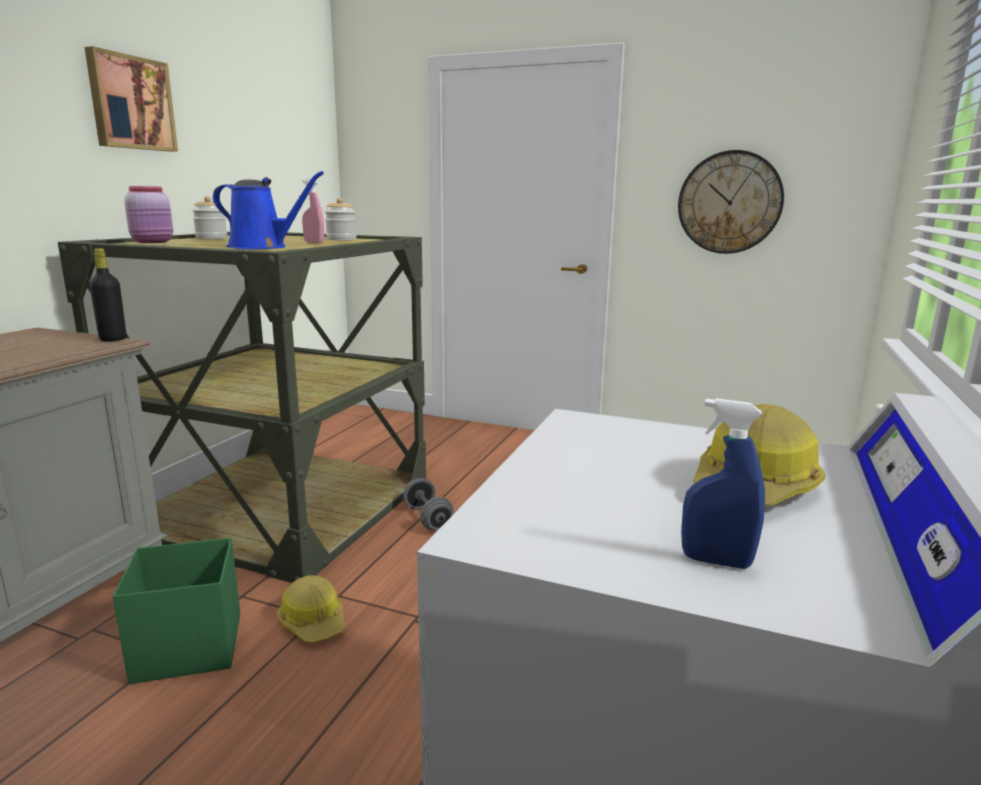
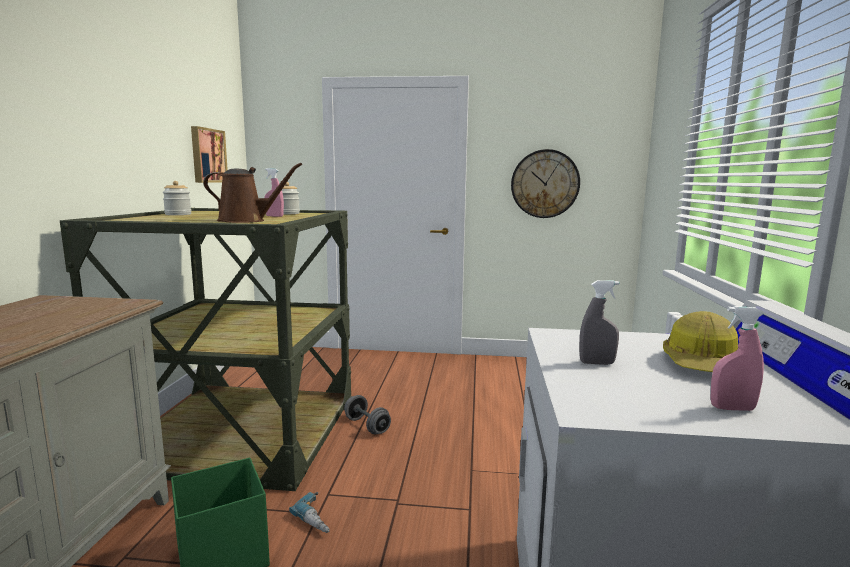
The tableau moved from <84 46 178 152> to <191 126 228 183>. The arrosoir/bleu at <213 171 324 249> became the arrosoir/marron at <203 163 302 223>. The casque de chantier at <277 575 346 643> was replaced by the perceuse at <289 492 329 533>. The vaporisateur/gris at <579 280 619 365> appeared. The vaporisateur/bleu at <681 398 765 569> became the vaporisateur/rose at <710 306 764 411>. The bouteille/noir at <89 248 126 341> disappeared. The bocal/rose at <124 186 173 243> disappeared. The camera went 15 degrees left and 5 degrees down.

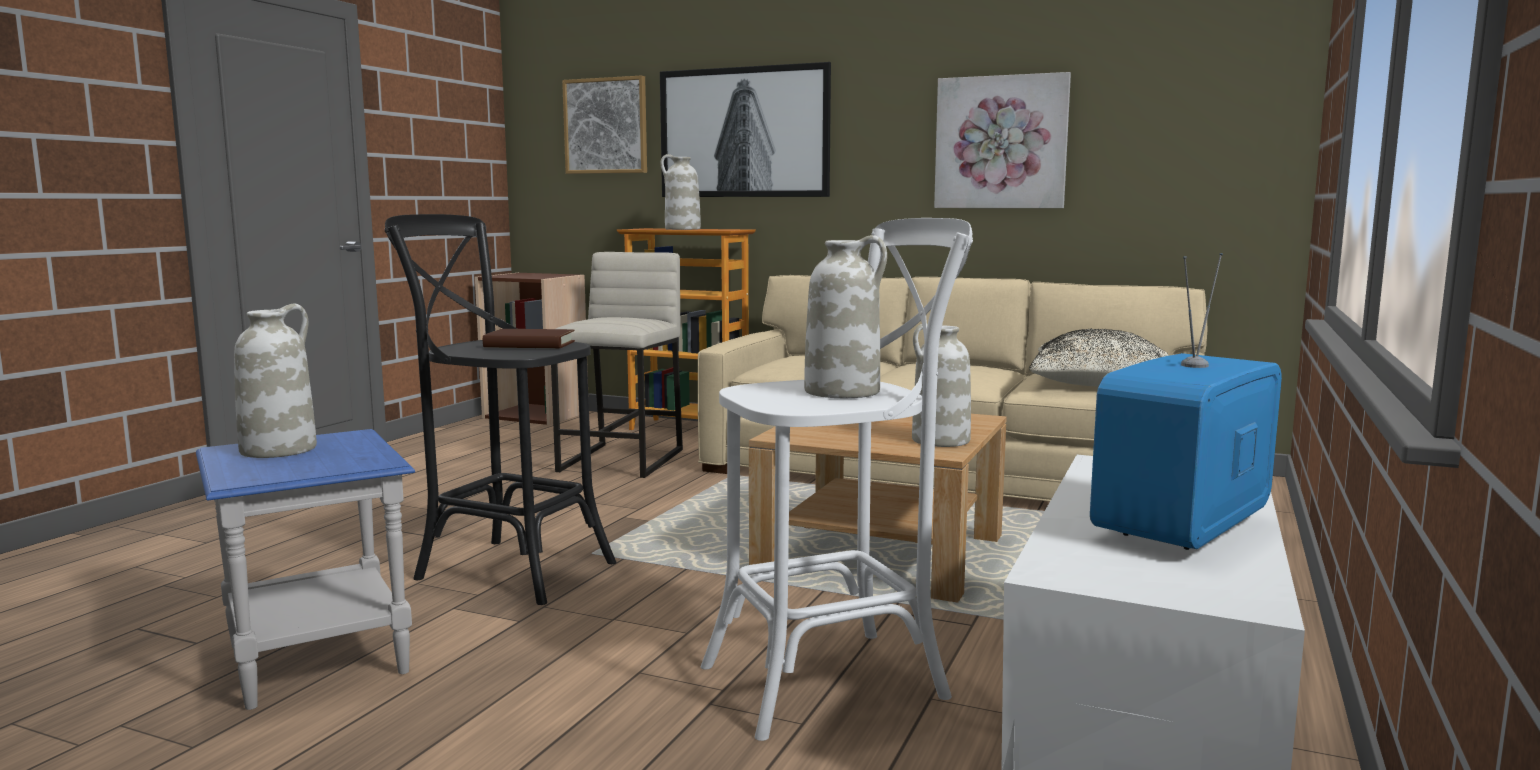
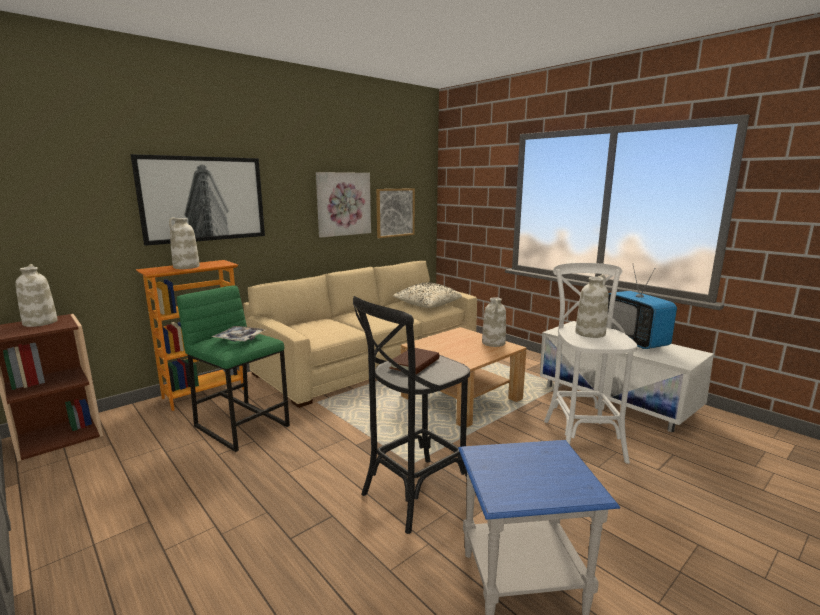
The vase/blanc moved from <234 304 317 458> to <15 264 58 327>. The tabouret/beige at <551 252 683 478> became the tabouret/vert at <177 286 290 452>. The plateau at <212 326 267 342> appeared. The tableau moved from <562 75 647 174> to <376 188 415 238>. The camera went 65 degrees left and 5 degrees up.

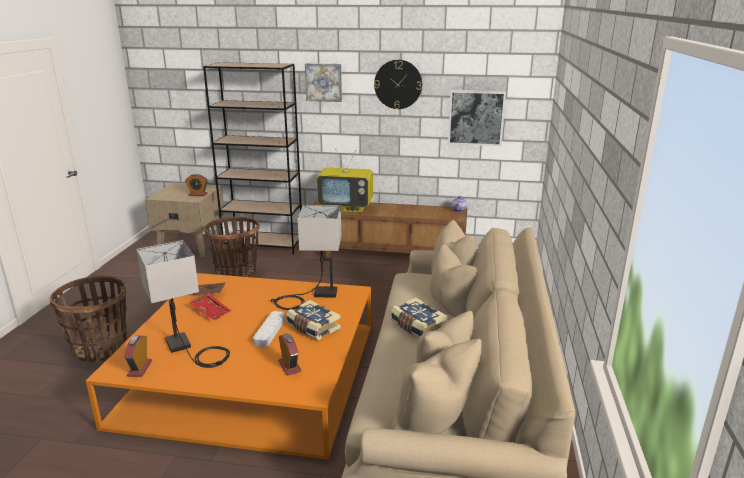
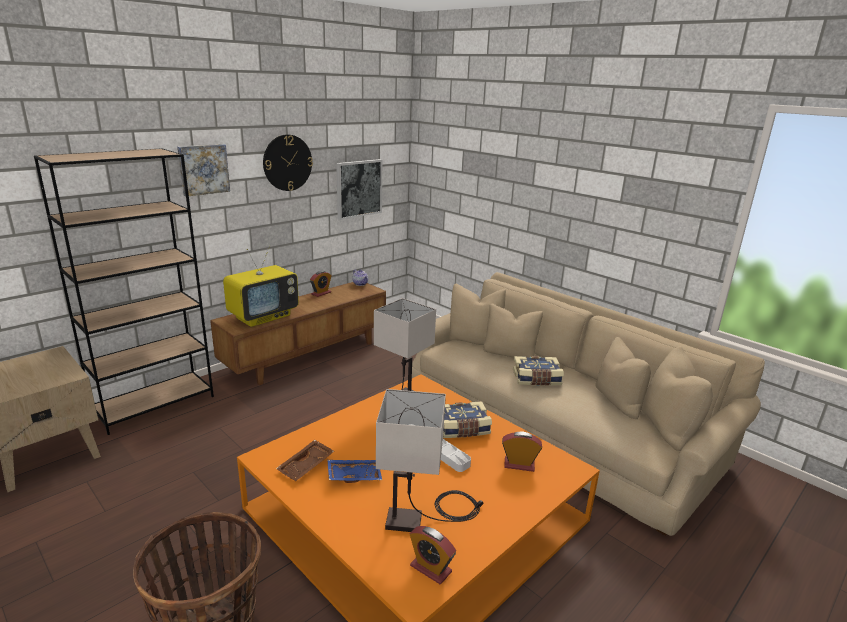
The réveil moved from <185 174 208 196> to <310 271 332 297>. The plateau/rouge at <189 294 232 320> became the plateau/bleu at <328 460 382 483>. The panier at <204 217 260 277> disappeared. The camera went 55 degrees left and 0 degrees up.

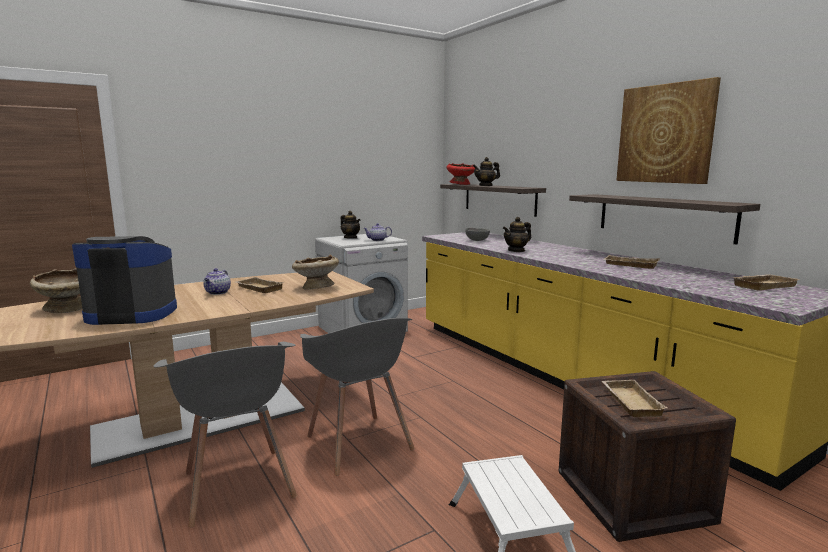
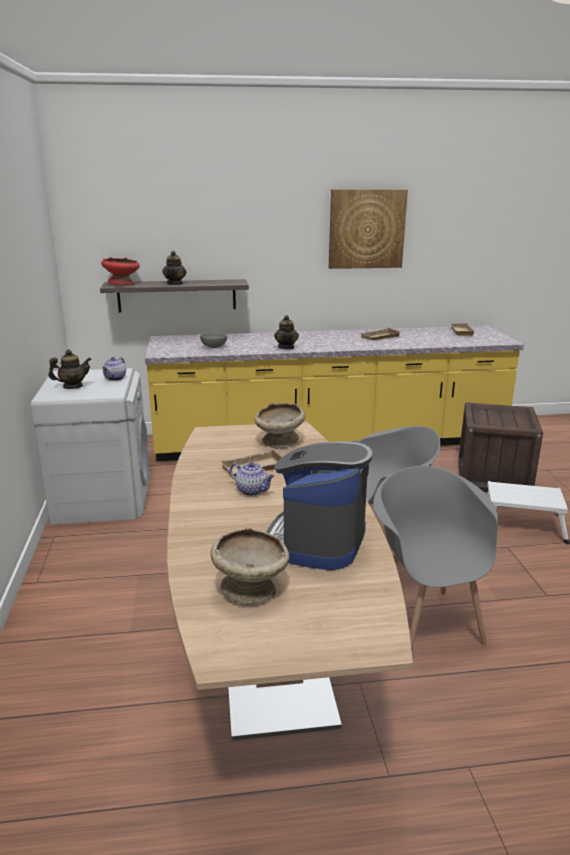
The chaise/gris at <154 342 297 528> turned 105 degrees counterclockwise. The étagère at <569 194 760 245> disappeared. The plateau/beige at <602 380 668 417> disappeared. The camera went 65 degrees left and 10 degrees up.

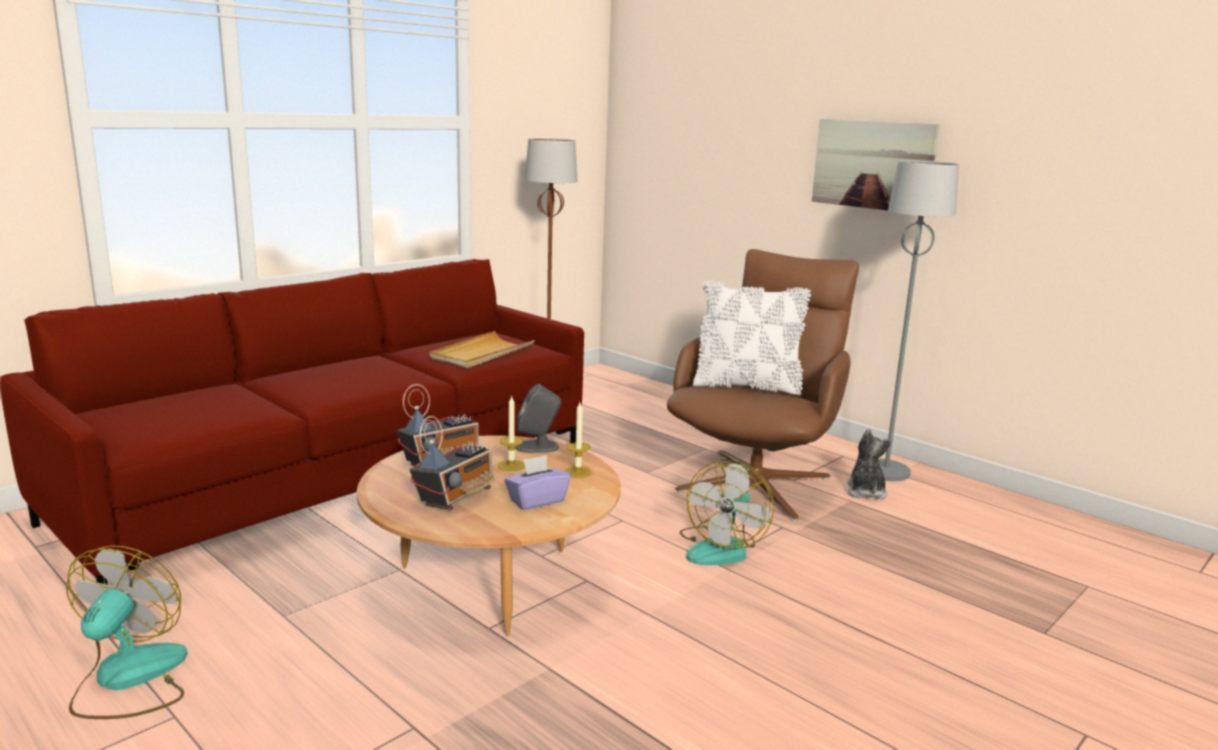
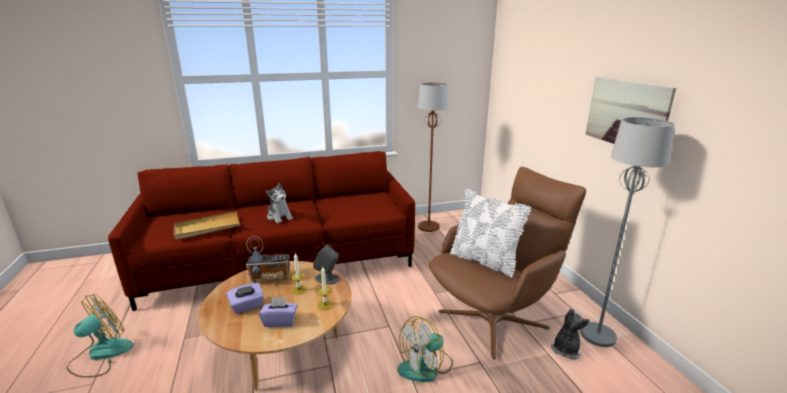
The plateau/beige moved from <430 331 535 368> to <174 211 240 239>. The radio at <410 416 495 510> was replaced by the boîte à mouchoirs/violet at <226 283 264 314>. The peluche at <266 183 293 223> appeared. The camera went 30 degrees right and 5 degrees up.

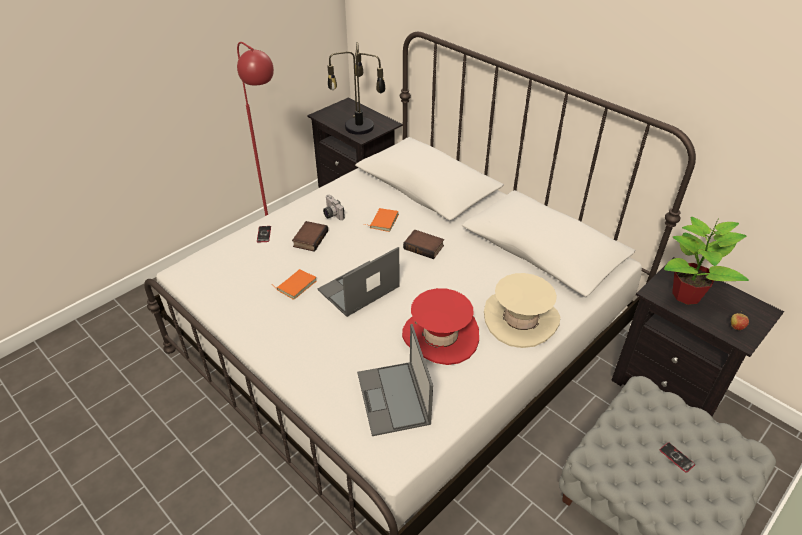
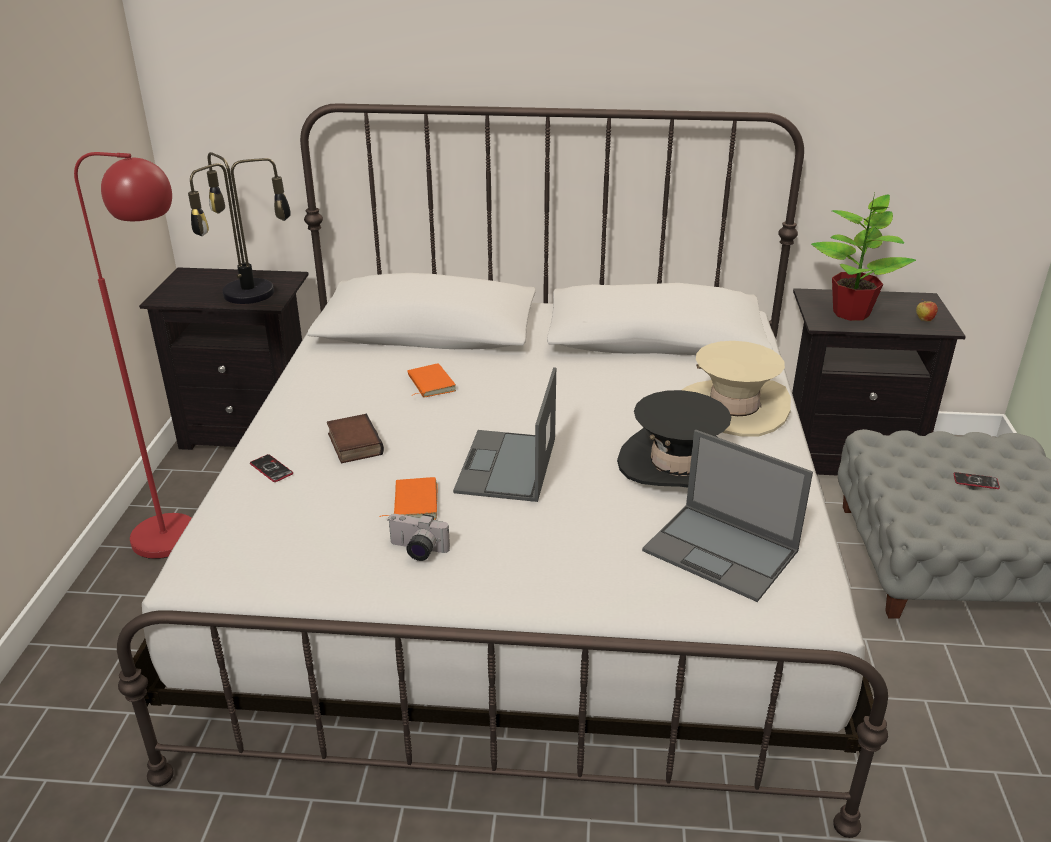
The appareil photo moved from <323 195 345 220> to <387 514 450 561>. The chapeau/rouge at <402 288 479 365> became the chapeau/noir at <617 390 731 487>. The livre at <403 230 444 259> disappeared. The camera went 40 degrees left and 10 degrees down.

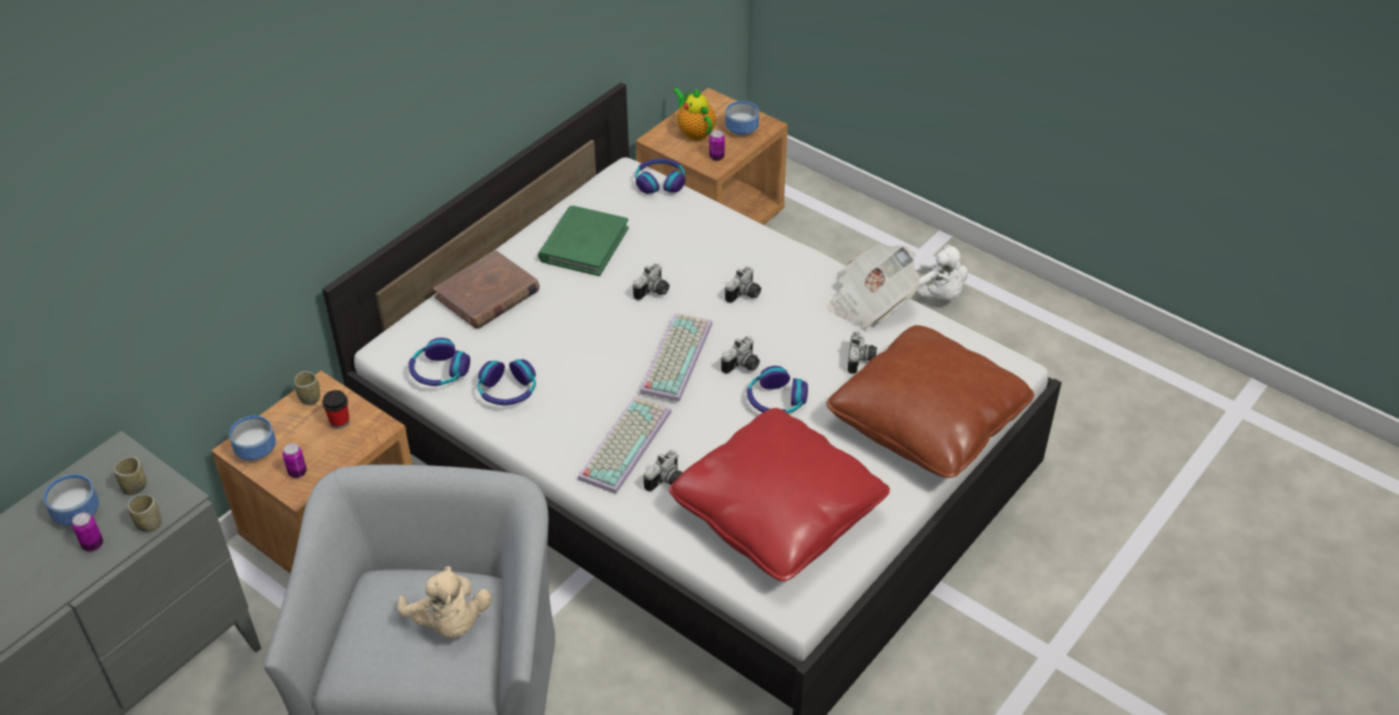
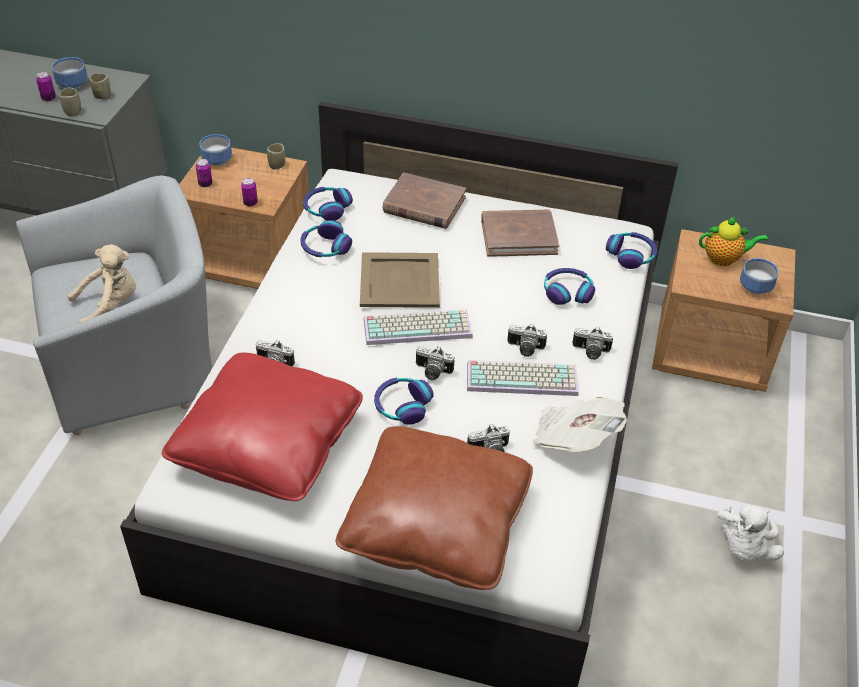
The peluche/beige at <397 566 492 638> turned 150 degrees counterclockwise. The boîte métallique moved from <709 130 725 161> to <241 178 258 207>. The plateau/beige at <360 252 440 308> appeared. The clavier moved from <578 396 672 494> to <467 360 579 396>. The livre/vert at <538 206 629 276> became the livre/marron at <481 210 559 257>. The casque audio at <544 268 595 305> appeared. The appareil photo moved from <633 263 669 300> to <572 326 613 360>. The théière at <673 88 716 141> turned 60 degrees clockwise. The tasse at <322 390 349 429> disappeared. The camera went 65 degrees right and 0 degrees up.

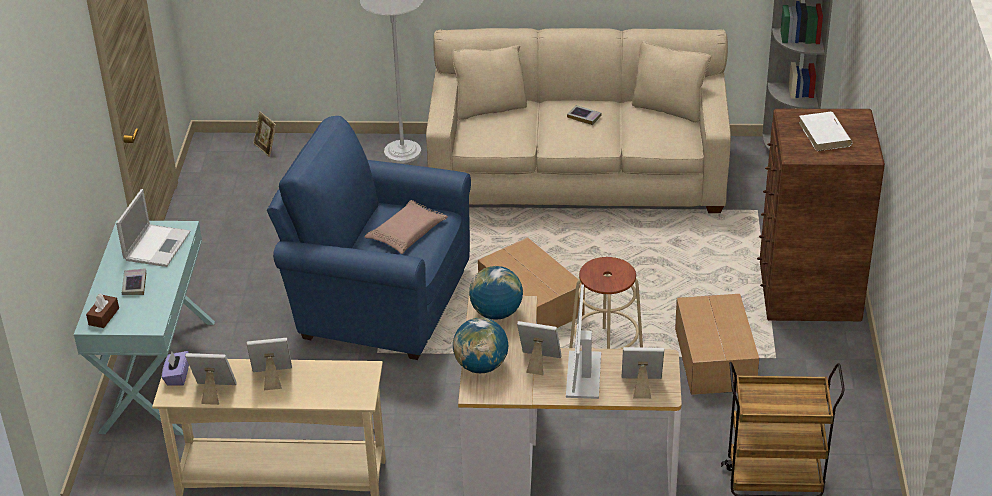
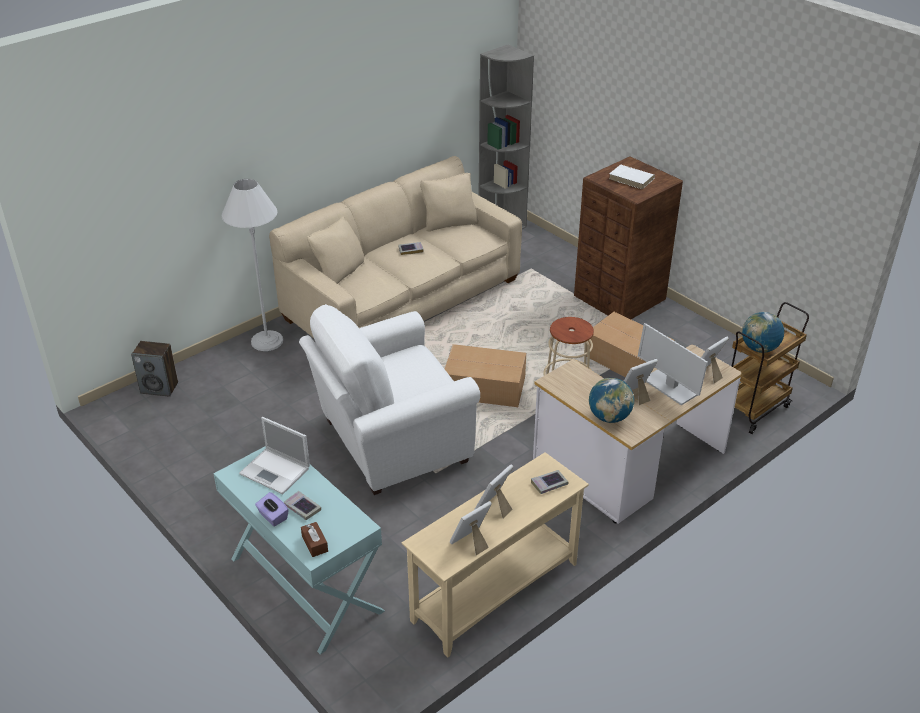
The cadre photo at <253 111 276 157> was replaced by the enceinte at <131 341 178 397>. The ordinateur portable at <116 189 190 267> turned 150 degrees clockwise. The boîte à mouchoirs/violet moved from <162 351 189 386> to <255 492 289 527>. The fauteuil/bleu at <267 116 471 360> became the fauteuil/blanc at <299 304 480 495>. The livre at <531 470 568 494> appeared. The globe moved from <469 266 523 320> to <742 312 784 353>. The coussin/beige at <364 200 448 254> disappeared. The camera went 45 degrees left and 0 degrees up.

